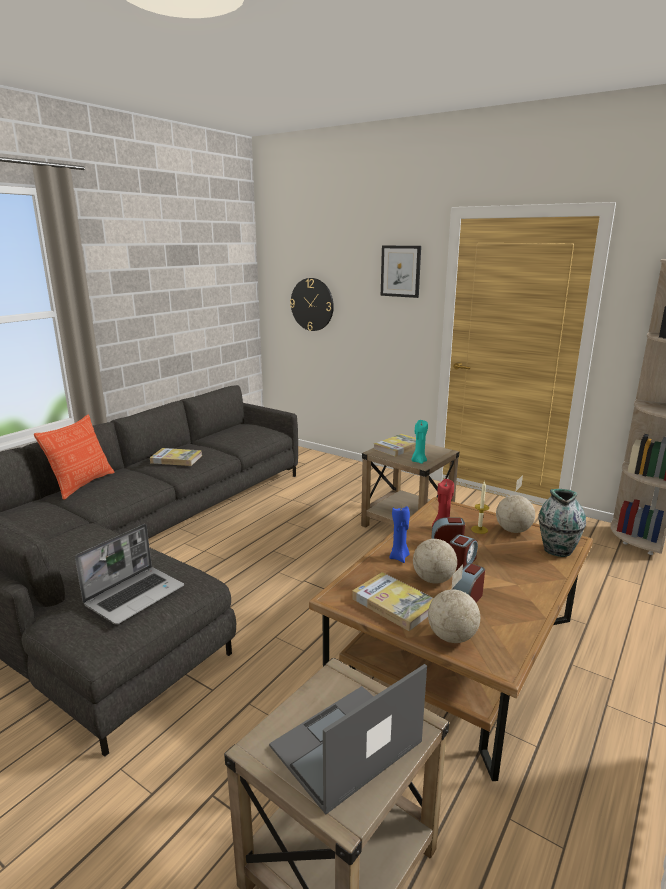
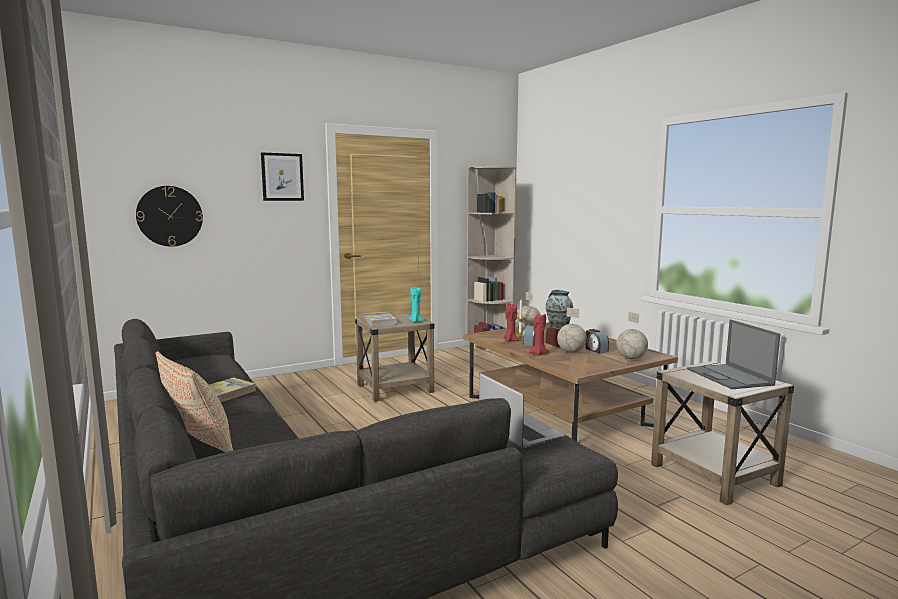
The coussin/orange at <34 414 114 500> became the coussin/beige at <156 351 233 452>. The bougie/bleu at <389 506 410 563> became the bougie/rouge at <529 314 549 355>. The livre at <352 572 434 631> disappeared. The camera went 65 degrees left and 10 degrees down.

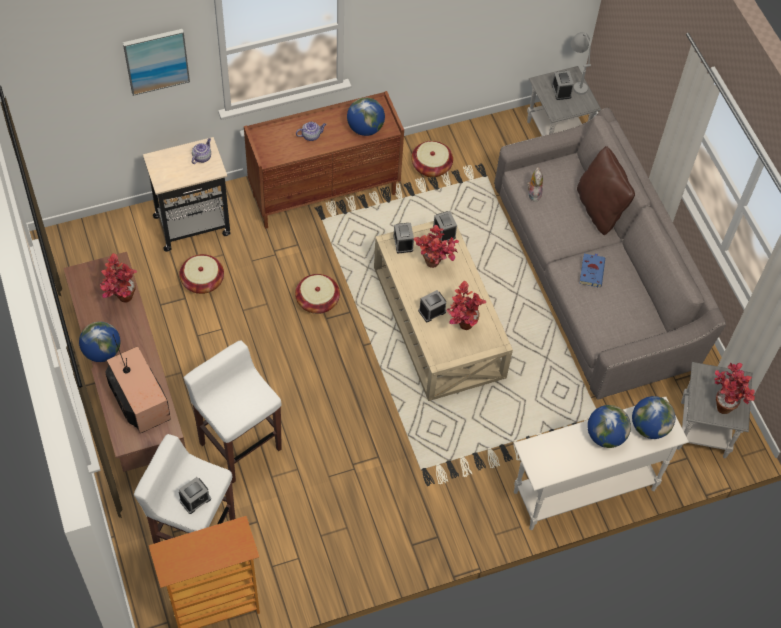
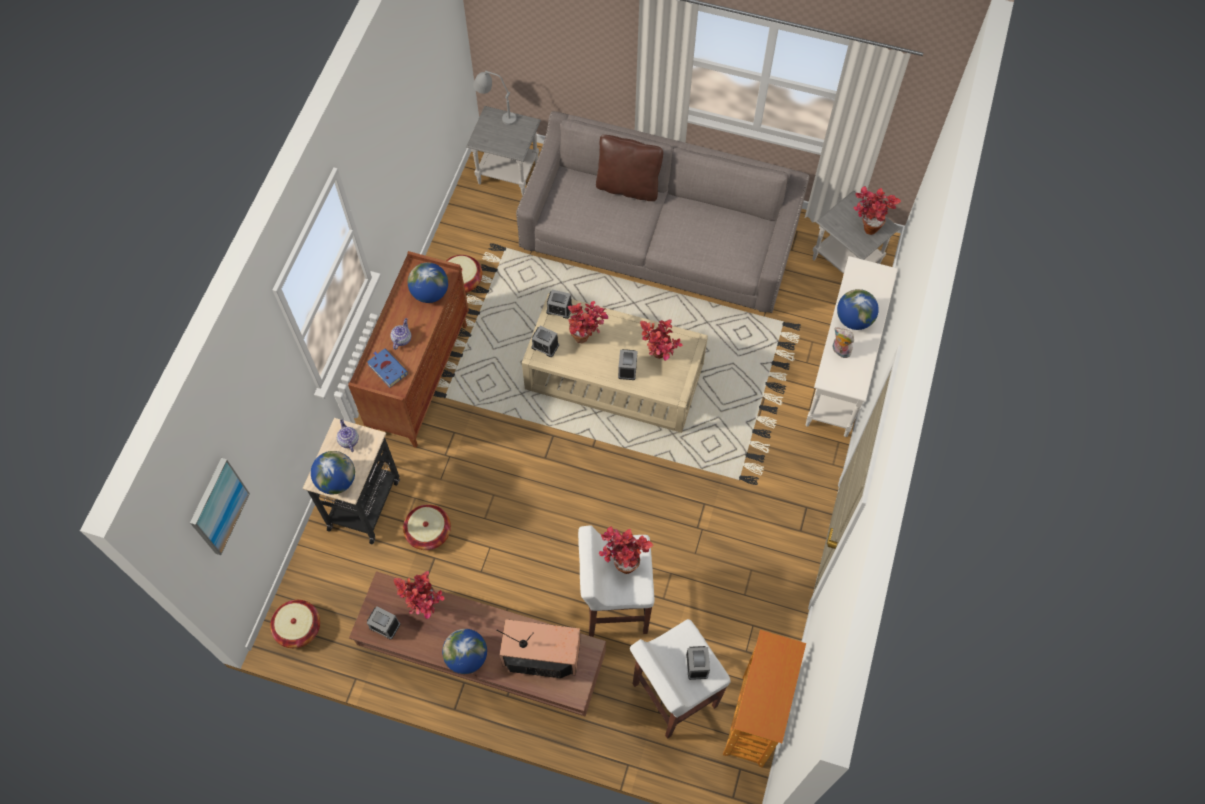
The tableau moved from <123 29 190 96> to <190 458 250 555>. The panier moved from <295 274 340 314> to <270 600 320 648>. The globe moved from <632 396 675 439> to <311 451 355 494>. The livre/bleu moved from <579 253 605 287> to <367 349 408 388>. The réveil moved from <552 71 574 100> to <367 606 400 640>. The plante en pot at <599 527 653 574> appeared. The peluche moved from <527 167 543 202> to <833 327 854 358>. The camera went 50 degrees left and 5 degrees up.

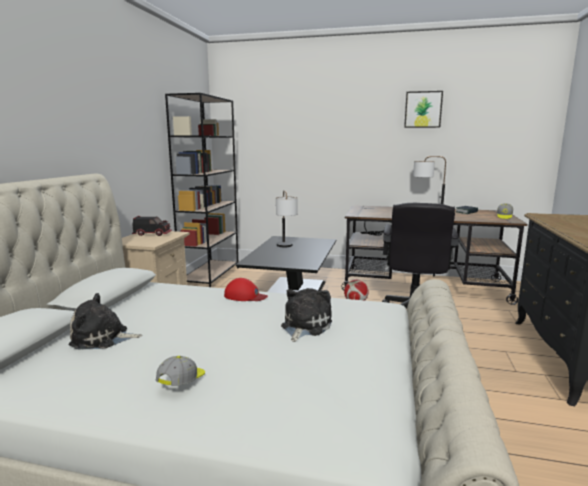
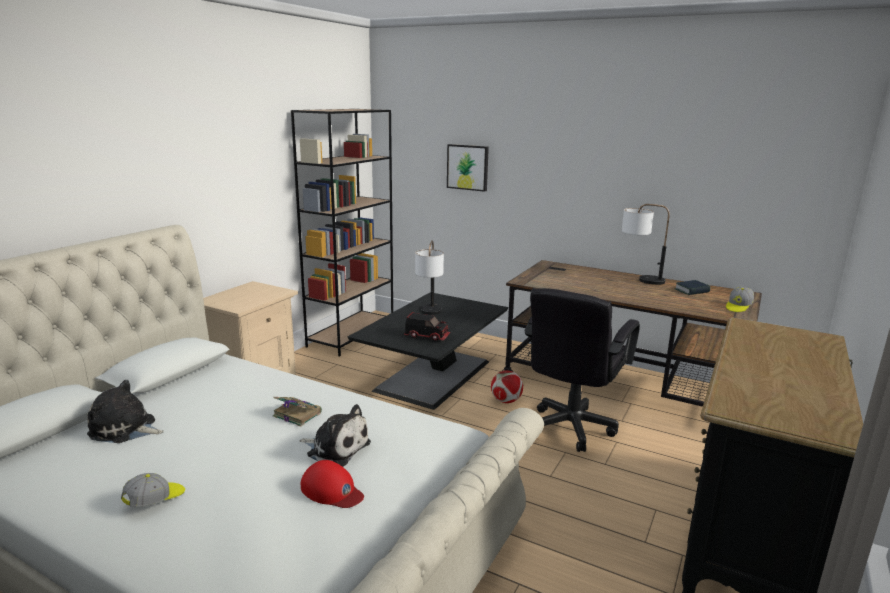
The livre at <273 397 322 427> appeared. The peluche at <281 288 332 342> turned 75 degrees clockwise. The casquette/rouge moved from <224 278 268 301> to <301 460 364 508>. The camion jouet moved from <132 216 172 236> to <404 312 450 341>. The tableau moved from <404 91 443 128> to <447 144 489 192>. The camera went 15 degrees right and 5 degrees up.

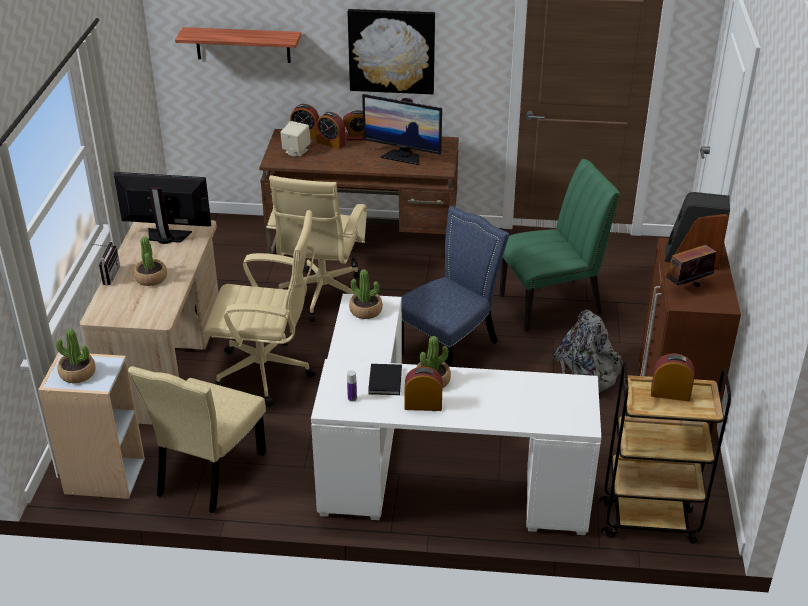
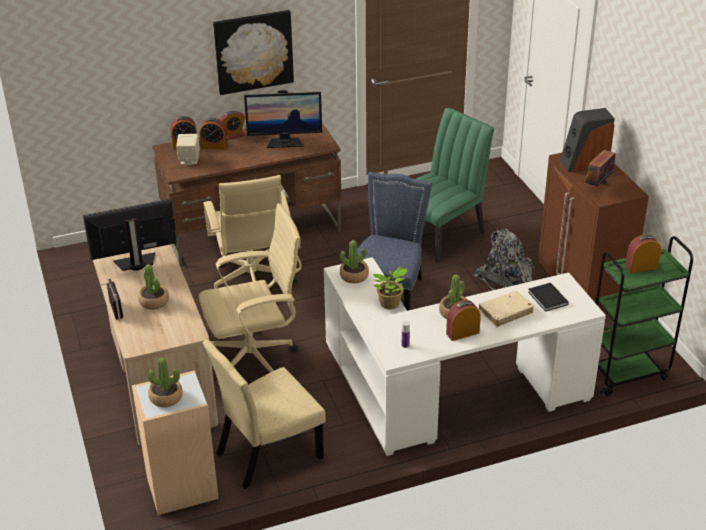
The chaise/beige at <128 366 266 513> turned 60 degrees clockwise. The plante en pot at <373 266 407 309> appeared. The livre/beige at <479 291 534 327> appeared. The livre/noir moved from <368 364 402 395> to <528 283 568 312>. The chariot/marron at <599 362 731 544> became the chariot/vert at <595 236 693 397>. The étagère at <175 27 301 63> disappeared. The camera went 25 degrees left and 0 degrees up.

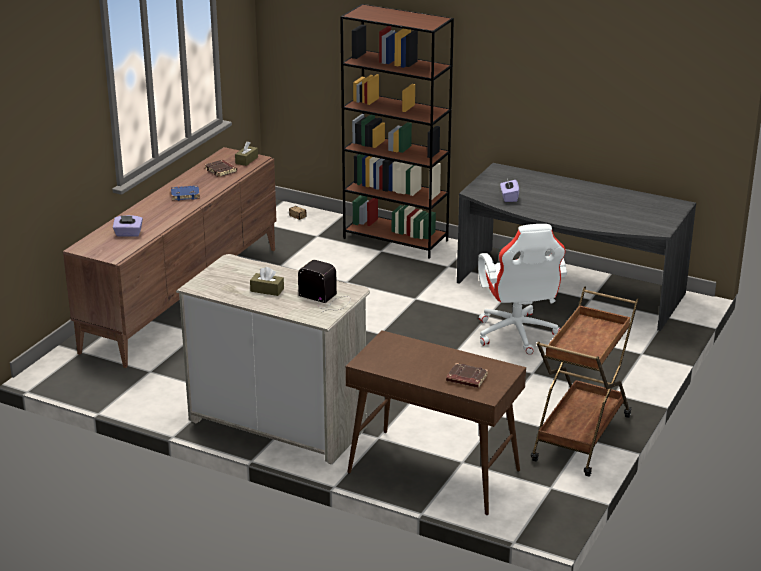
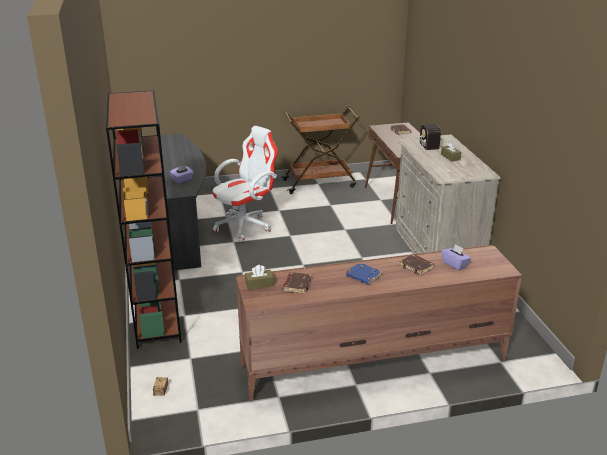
The livre/marron at <400 254 435 275> appeared. The camera went 130 degrees left and 0 degrees up.

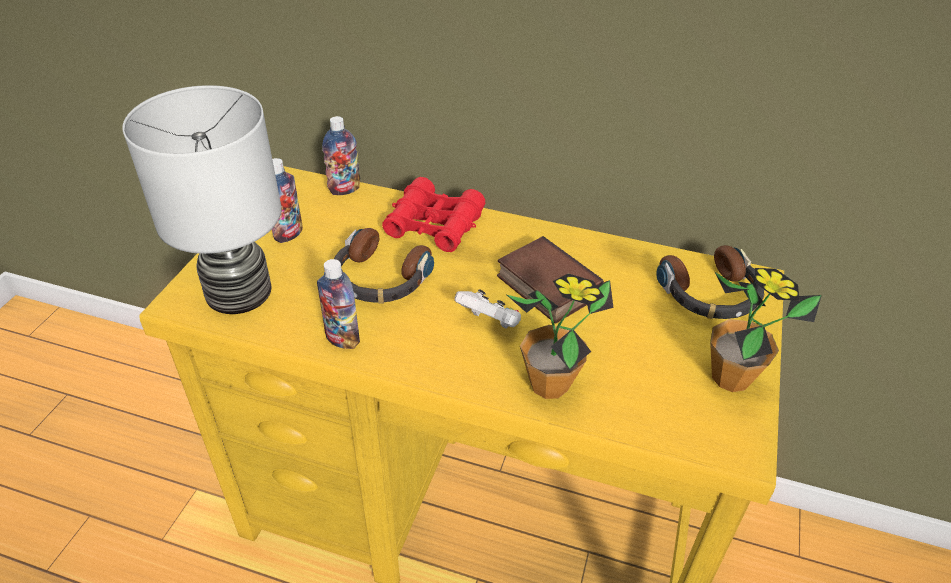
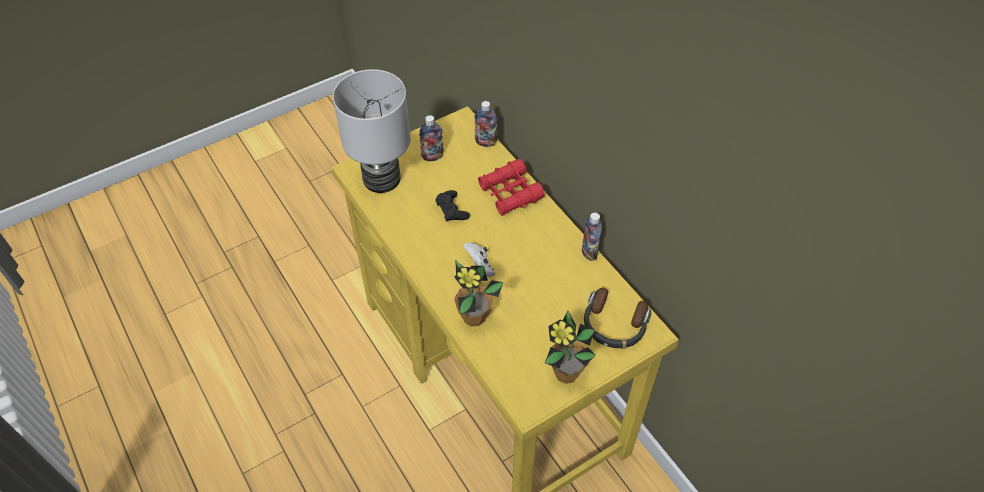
The casque audio at <334 228 434 304> was replaced by the manette/noir at <435 190 470 222>. The bouteille moved from <317 259 360 349> to <582 213 602 261>. The livre at <497 236 604 323> disappeared. The camera went 40 degrees right and 10 degrees up.

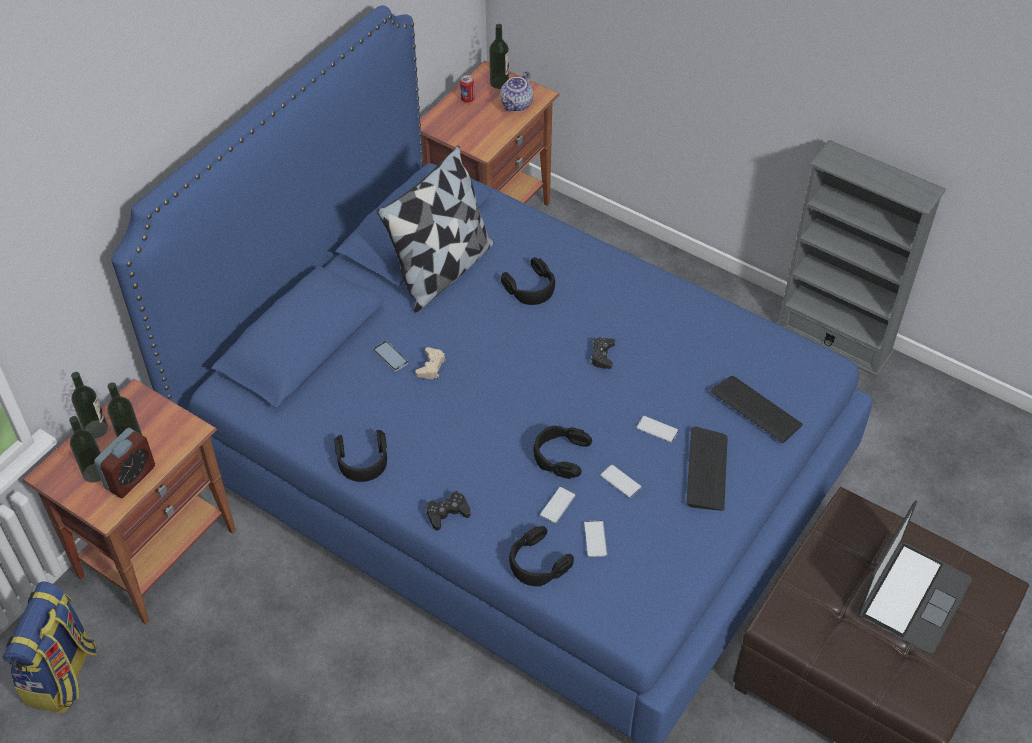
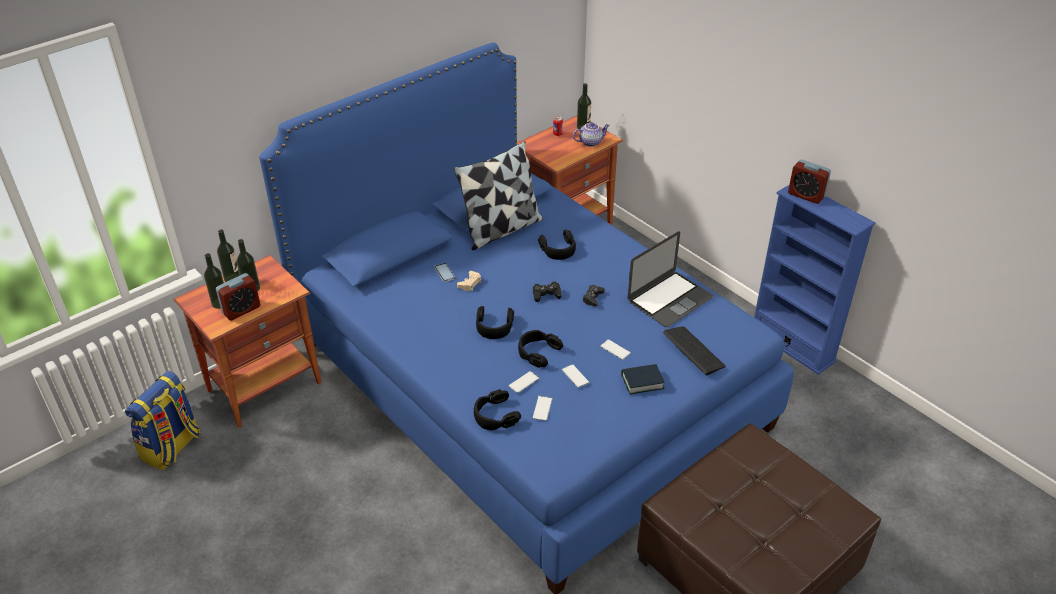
The casque audio/noir moved from <334 430 387 482> to <476 306 514 339>. The manette/noir moved from <427 491 470 530> to <533 281 562 302>. The théière at <500 71 533 112> turned 150 degrees counterclockwise. The clavier at <686 426 728 511> was replaced by the livre at <621 364 665 394>. The ordinateur portable moved from <859 501 972 653> to <627 231 713 327>. The bibliothèque/gris at <777 140 946 377> became the bibliothèque/bleu at <754 185 876 375>. The réveil at <788 160 831 204> appeared. The camera went 15 degrees right and 10 degrees down.

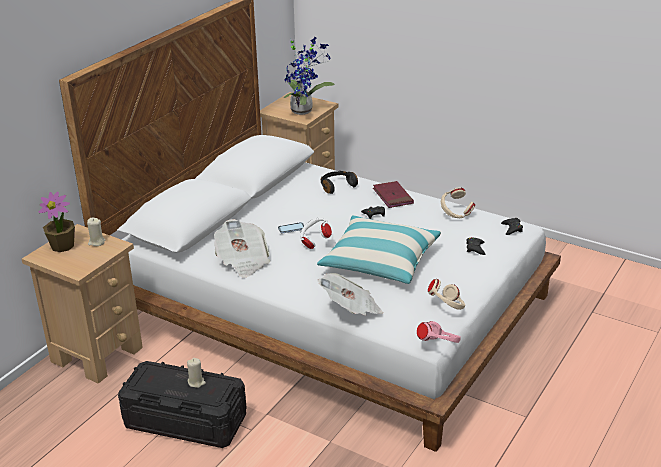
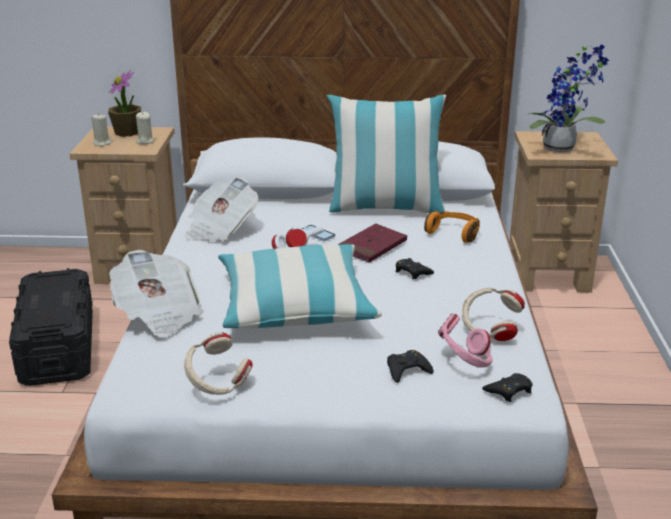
The bougie/beige moved from <187 358 206 388> to <91 113 112 147>. The coussin at <327 95 446 213> appeared. The livre/rouge moved from <373 181 414 208> to <338 224 407 263>. The casque audio/noir at <321 171 358 194> became the casque audio/orange at <424 211 480 243>. The casque audio/rose moved from <417 321 461 343> to <438 314 492 368>. The camera went 60 degrees right and 5 degrees down.

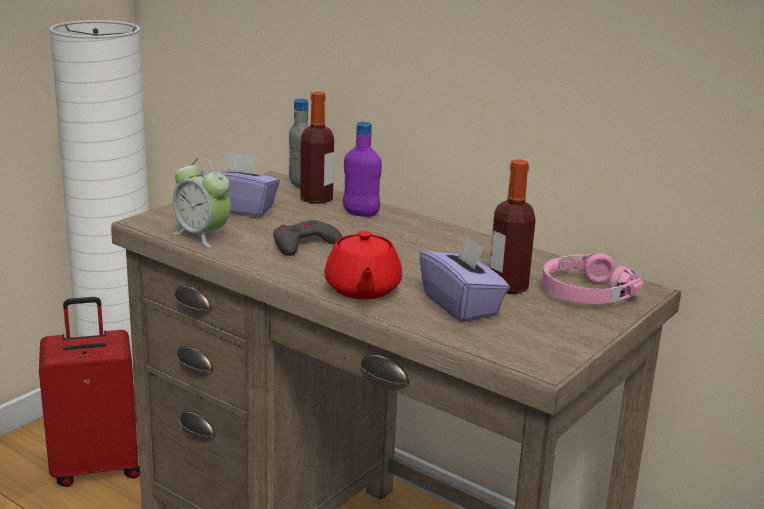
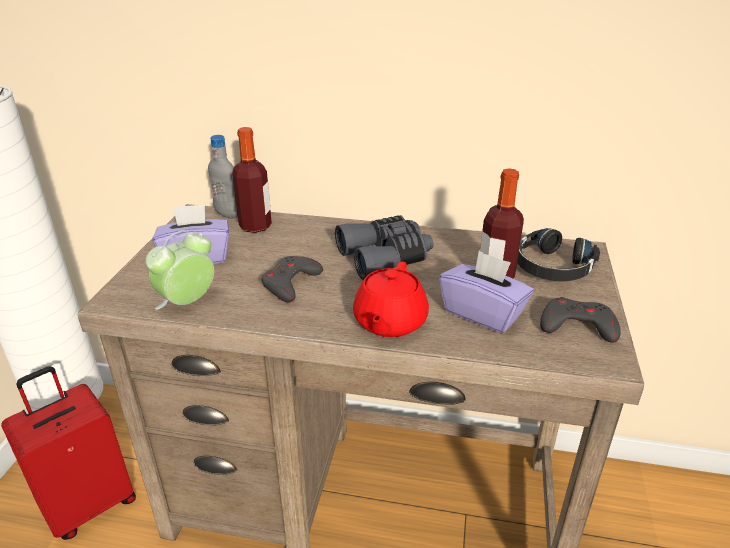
The réveil at <173 158 230 247> turned 120 degrees clockwise. The jumelles/gris at <335 215 433 280> appeared. The théière/rouge at <324 231 402 299> turned 45 degrees clockwise. The casque audio/rose at <542 253 644 304> became the casque audio/noir at <517 228 600 281>. The manette/gris at <540 297 621 342> appeared. The bouteille/violet at <343 122 382 217> disappeared. The camera went 25 degrees left and 10 degrees up.

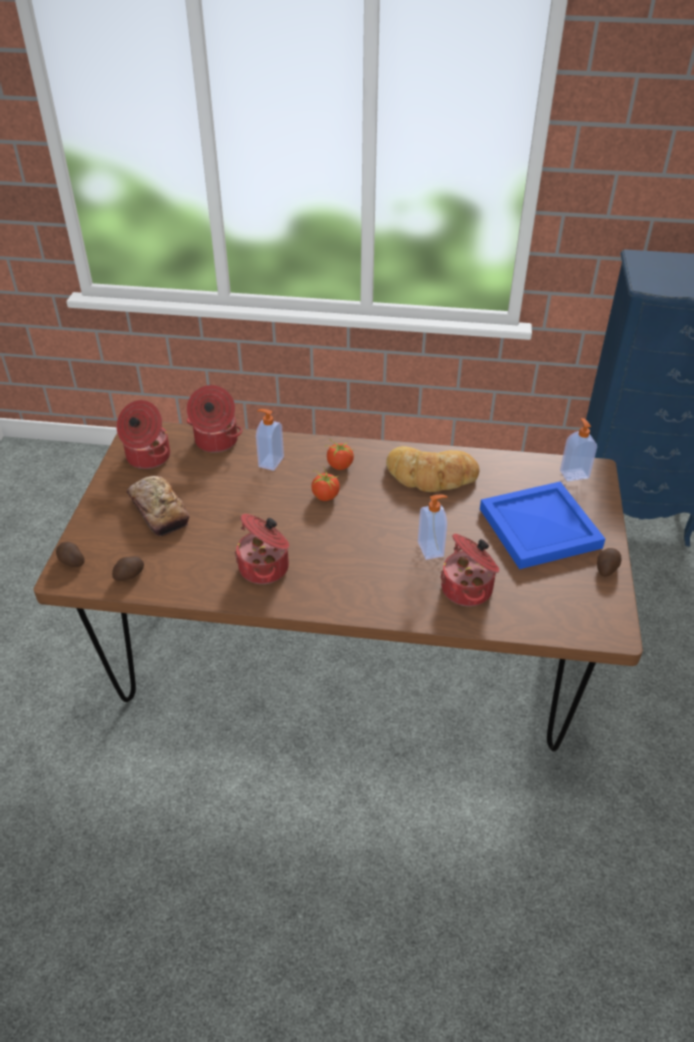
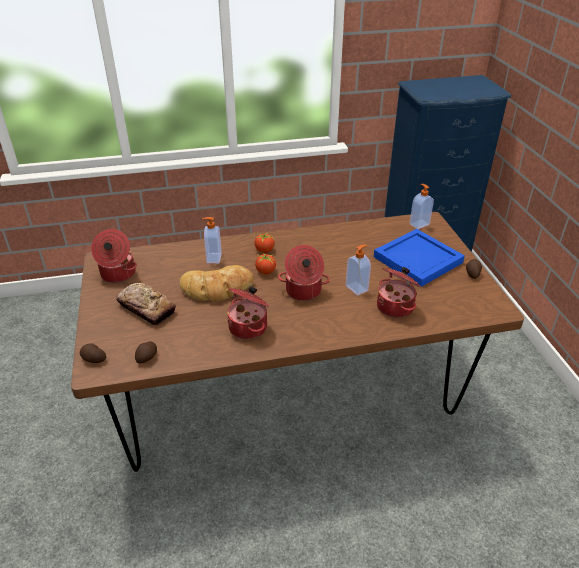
The pain moved from <386 446 479 492> to <179 265 254 302>. The marmite moved from <187 385 242 453> to <278 245 330 301>. The camera went 20 degrees left and 5 degrees down.

